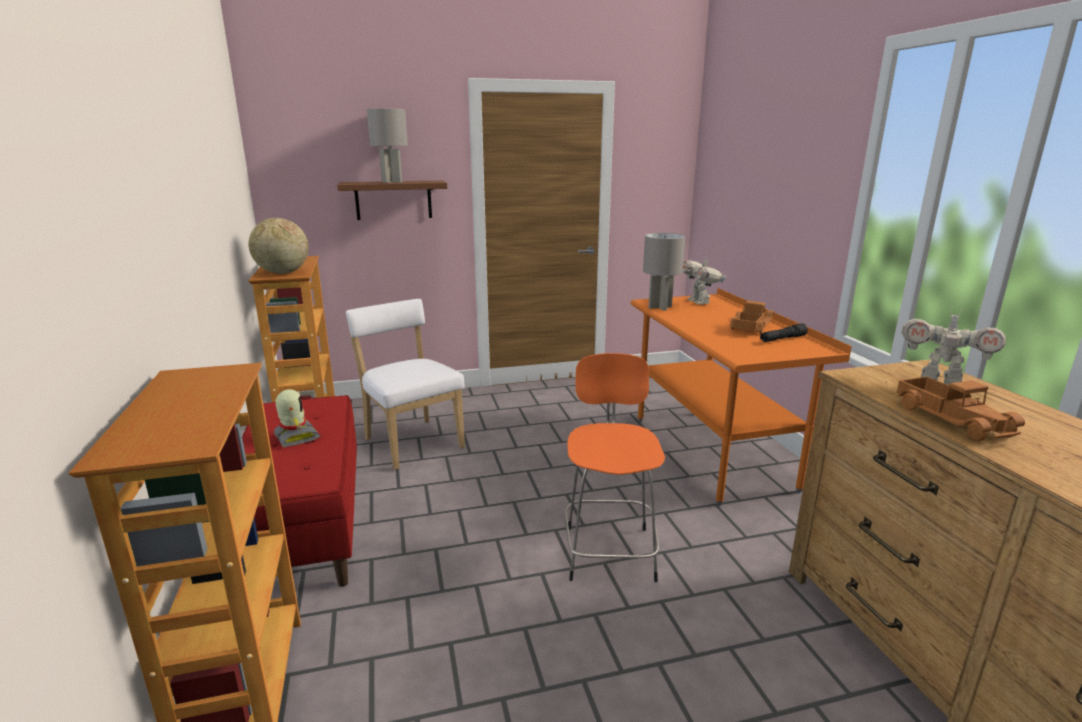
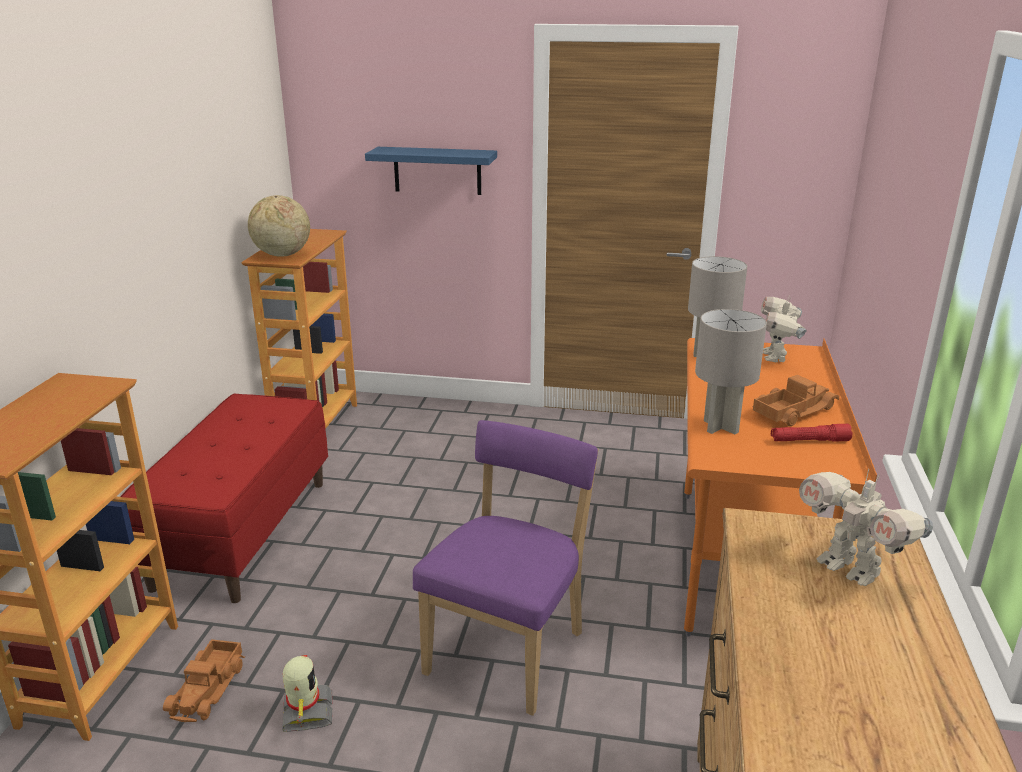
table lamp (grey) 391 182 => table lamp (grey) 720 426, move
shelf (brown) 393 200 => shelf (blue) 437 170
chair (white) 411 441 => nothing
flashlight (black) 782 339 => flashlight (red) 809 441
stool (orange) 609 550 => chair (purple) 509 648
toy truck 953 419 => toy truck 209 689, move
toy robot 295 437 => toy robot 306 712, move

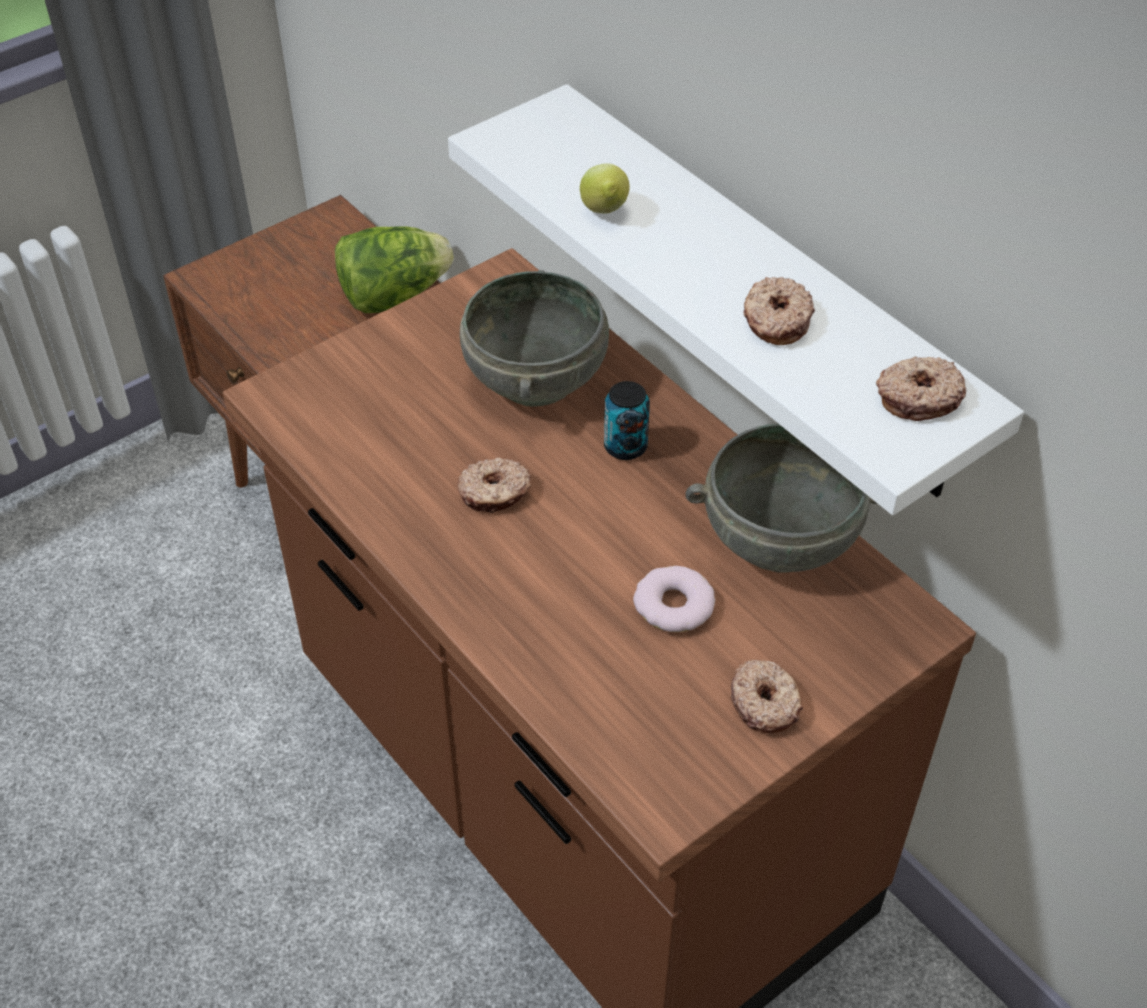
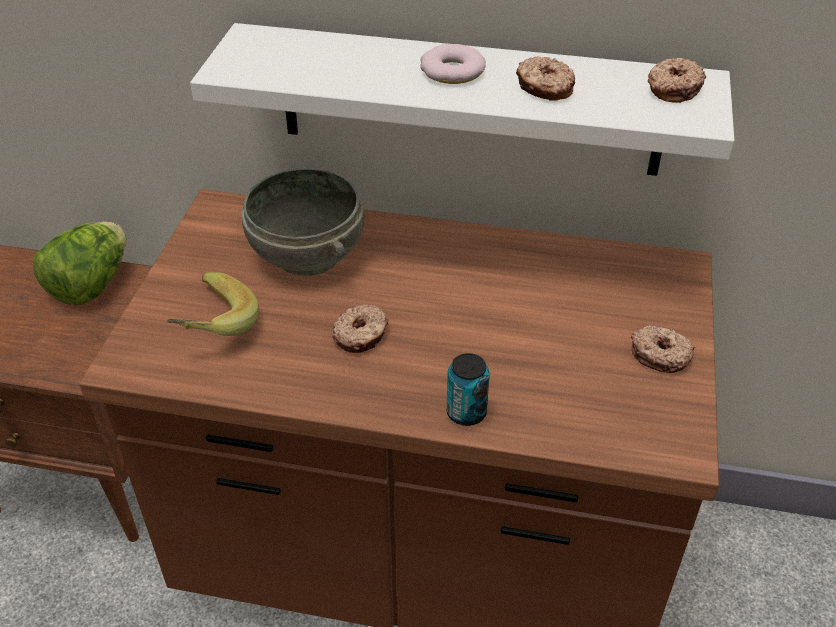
lemon 604 212 => nothing
can 625 447 => can 466 412, move
bowl (grey) 779 540 => nothing
donut 673 605 => donut 452 71, move
nothing => banana 210 325

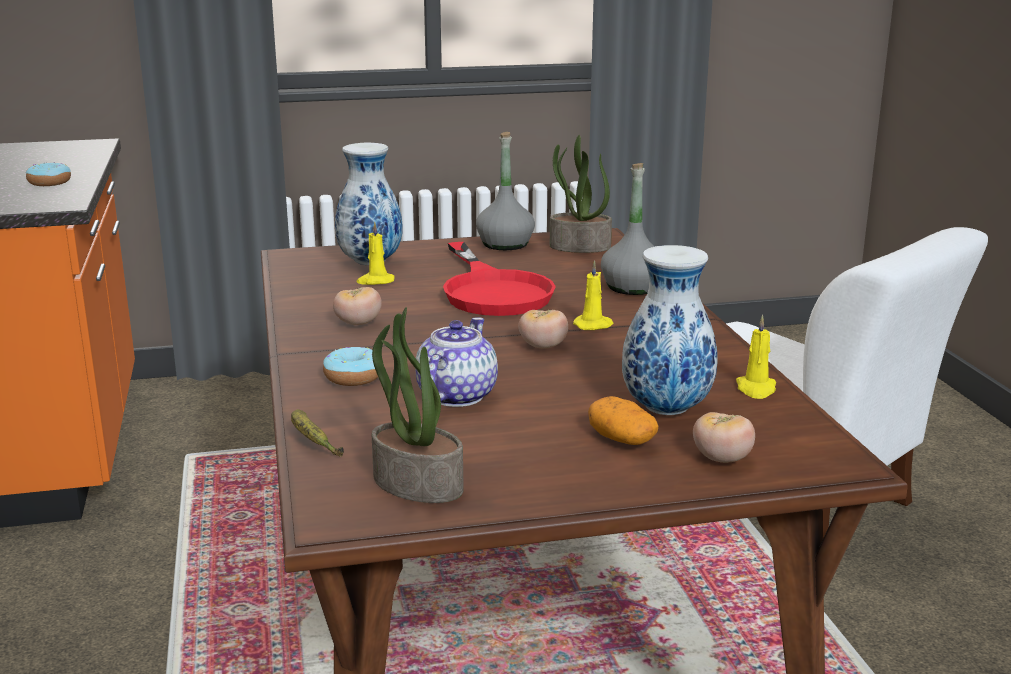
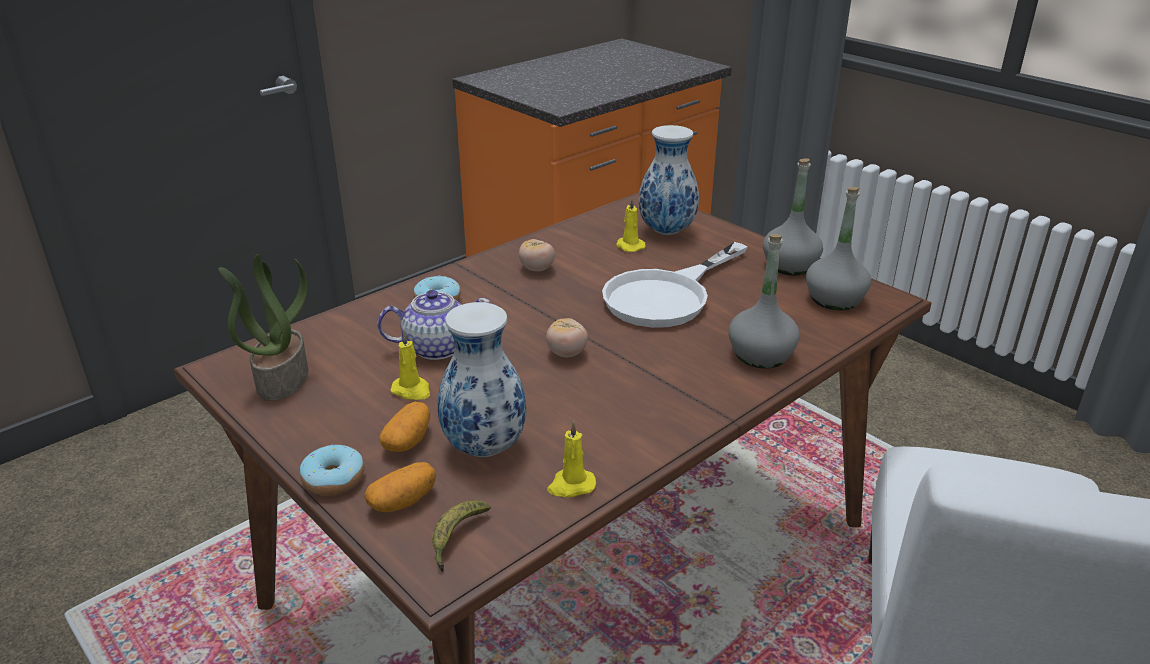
potted plant 579 247 => bottle (grey) 834 299
donut 49 182 => donut 334 479, move
frying pan (red) 493 290 => frying pan (white) 667 295
candle (yellow) 594 325 => candle (yellow) 412 391, move
banana 312 442 => banana 457 538, move
tomato 722 459 => potato 403 501

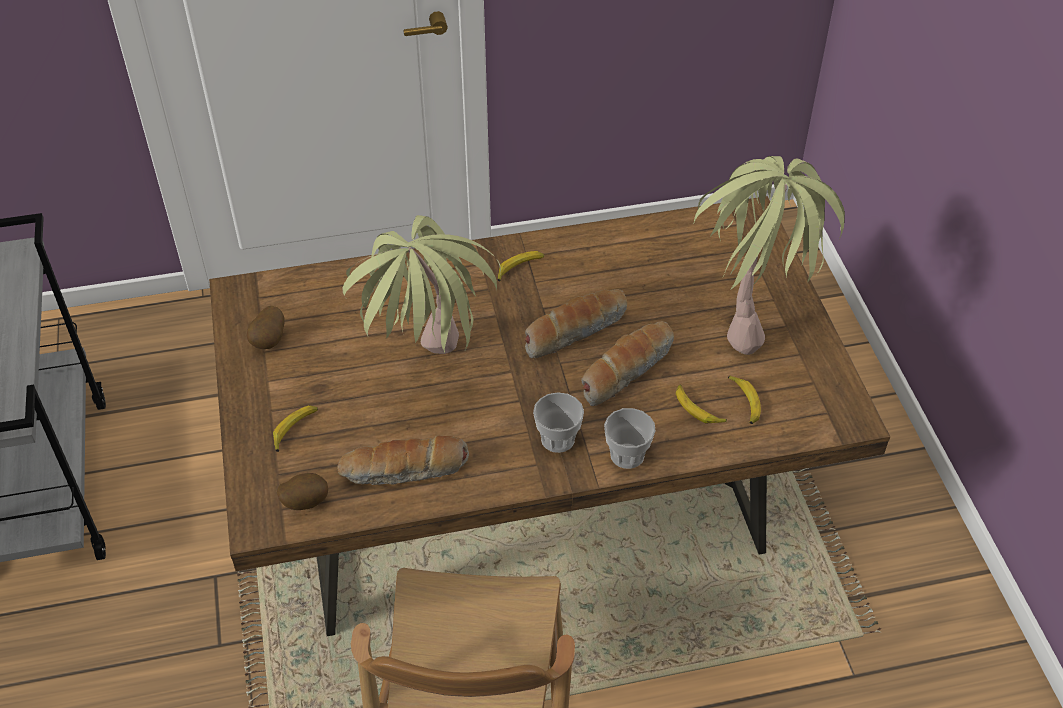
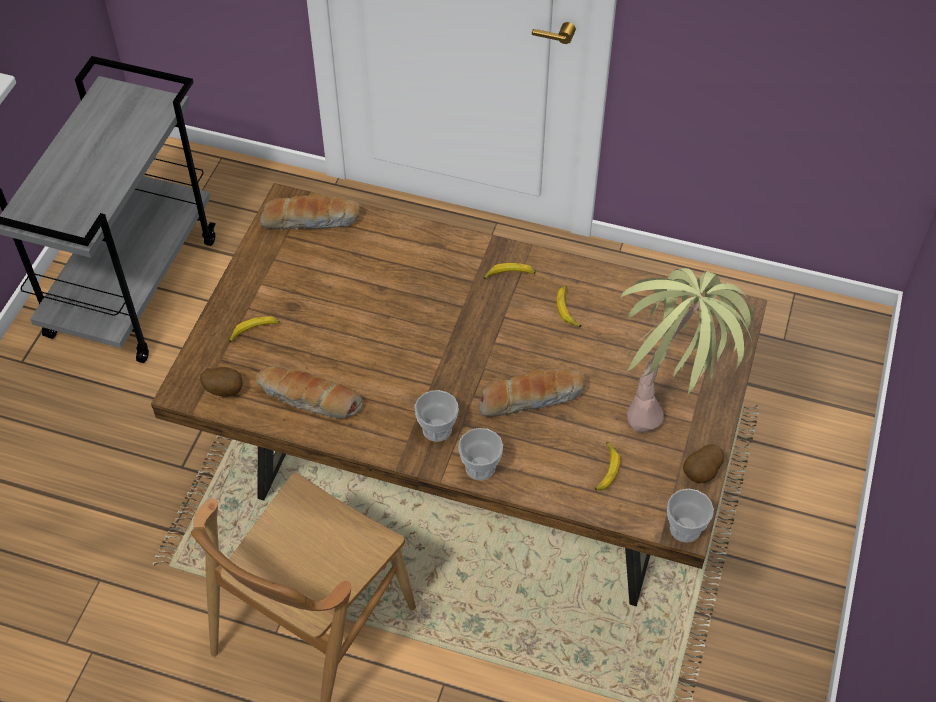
potted plant 427 377 => nothing
bread 574 330 => bread 311 220, move
potato 270 341 => potato 702 473, move
banana 698 409 => banana 568 309, move
nothing => cup 685 529

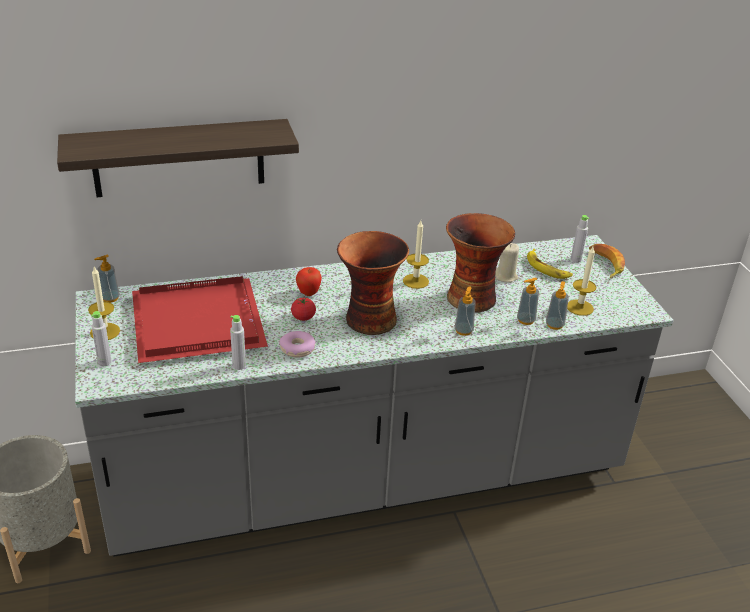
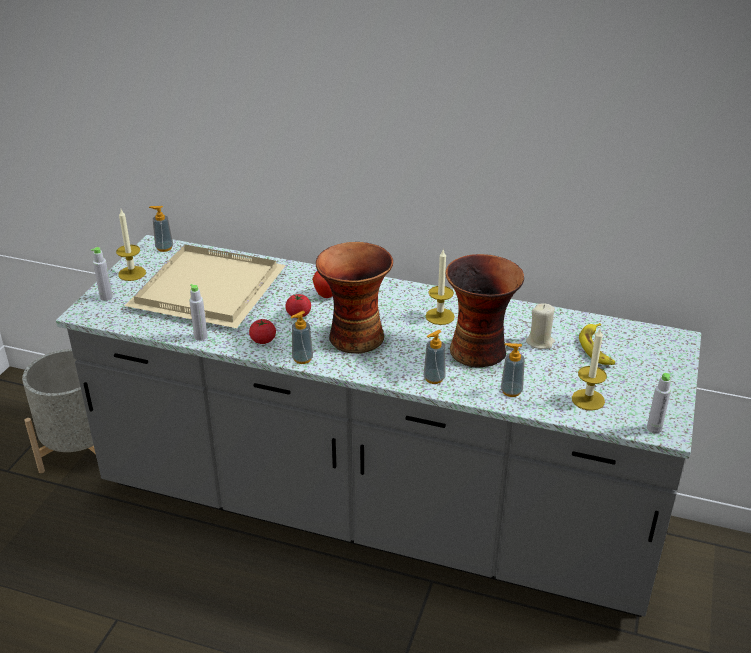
shelf 179 158 => nothing
bottle (grey) 576 259 => bottle (grey) 654 428, move
banana 605 264 => nothing
tray (red) 200 323 => tray (beige) 209 291
soap dispenser 554 325 => soap dispenser 302 359, move
donut 297 349 => tomato 263 340

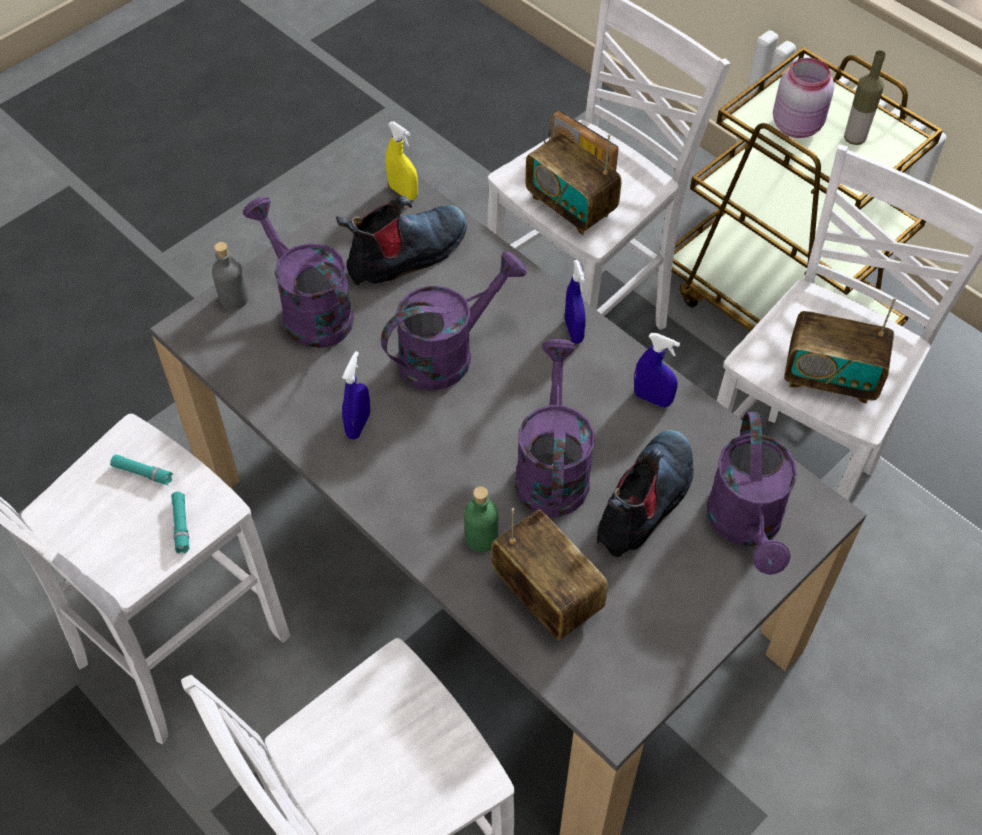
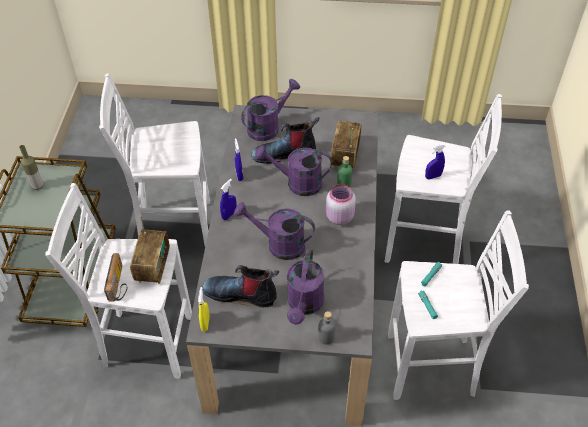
jar (pink) 798 125 => jar (pink) 338 217, move
radio 830 378 => nothing
watering can (purple) 551 468 => watering can (purple) 297 183, 45 degrees clockwise
spray bottle (blue) 358 425 => spray bottle (blue) 433 176, move

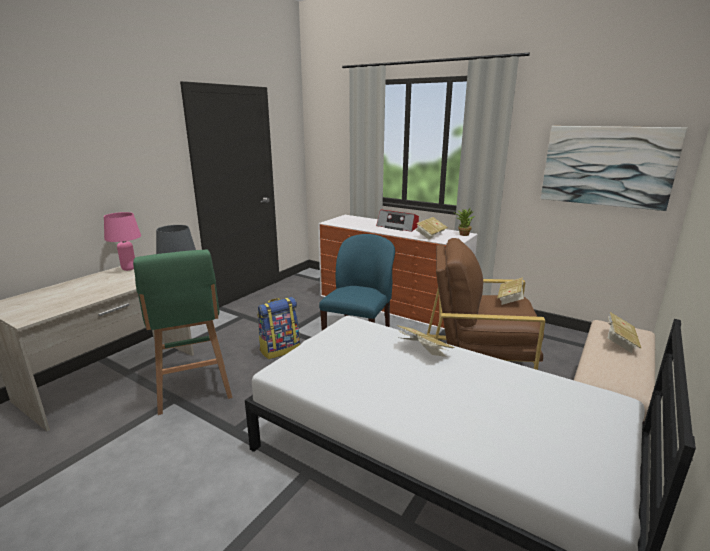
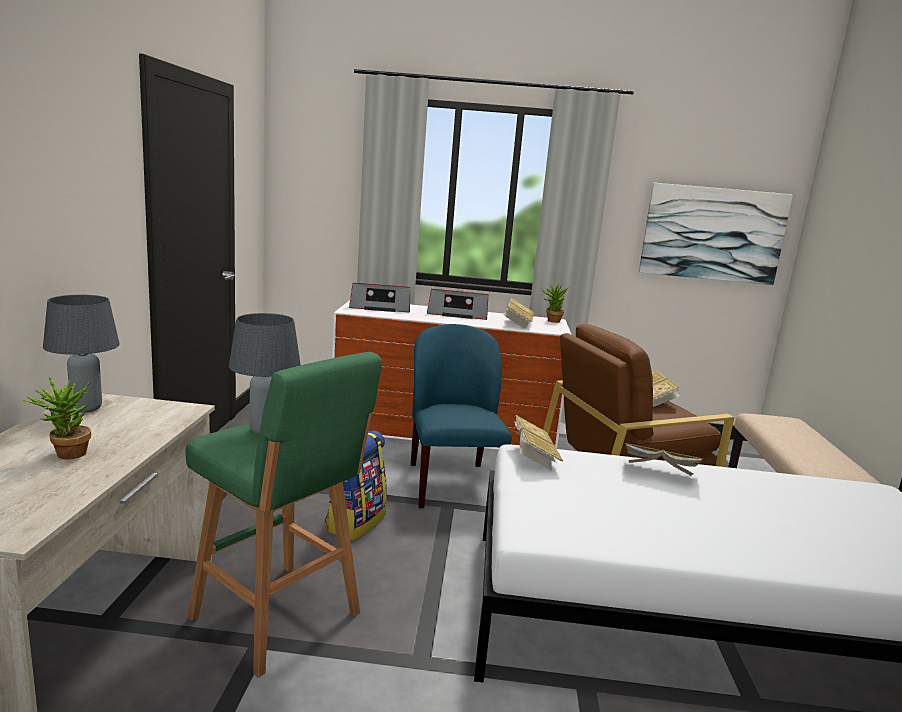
table lamp (pink) 129 268 => table lamp (grey) 86 408
book 619 342 => book 533 457, move
nothing => radio 380 308
nothing => potted plant 65 455

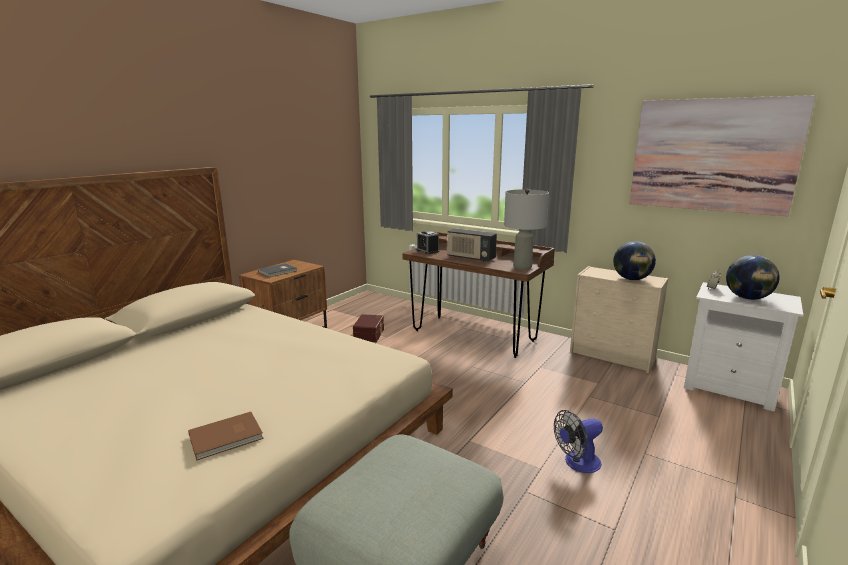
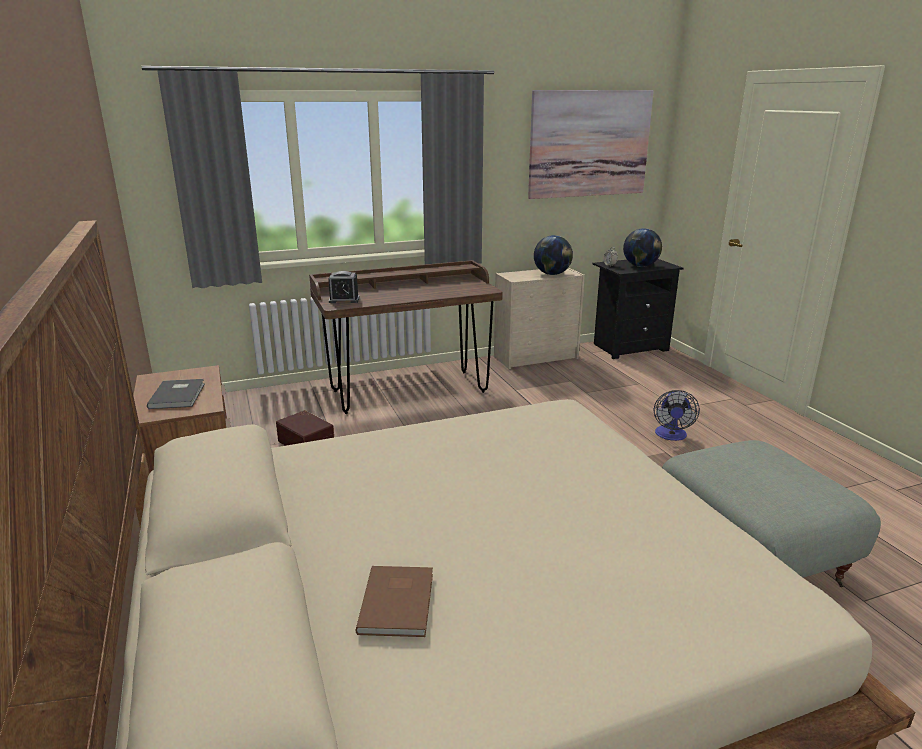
table lamp (grey) 522 267 => nothing
radio 470 258 => nothing
nightstand (white) 729 388 => nightstand (black) 628 347
book (brown) 227 437 => book (brown) 399 602, move

